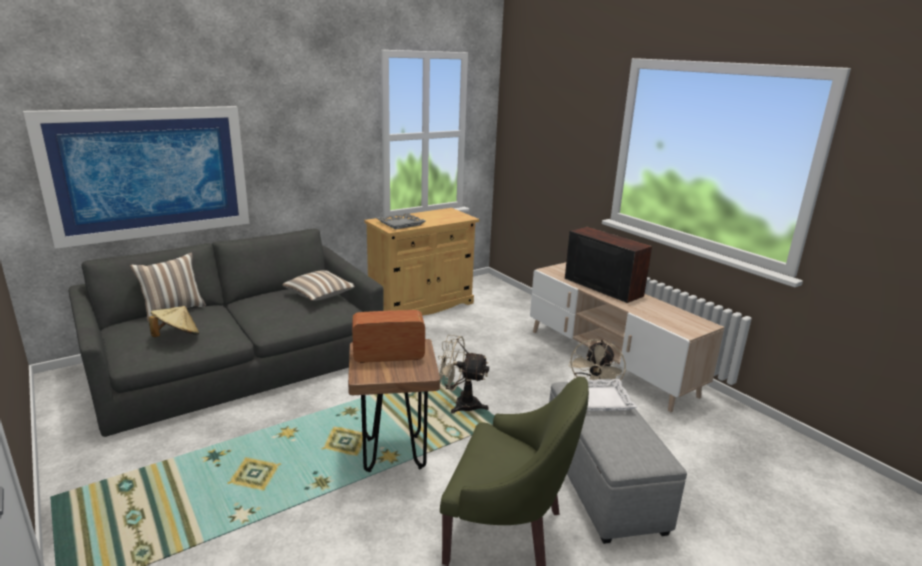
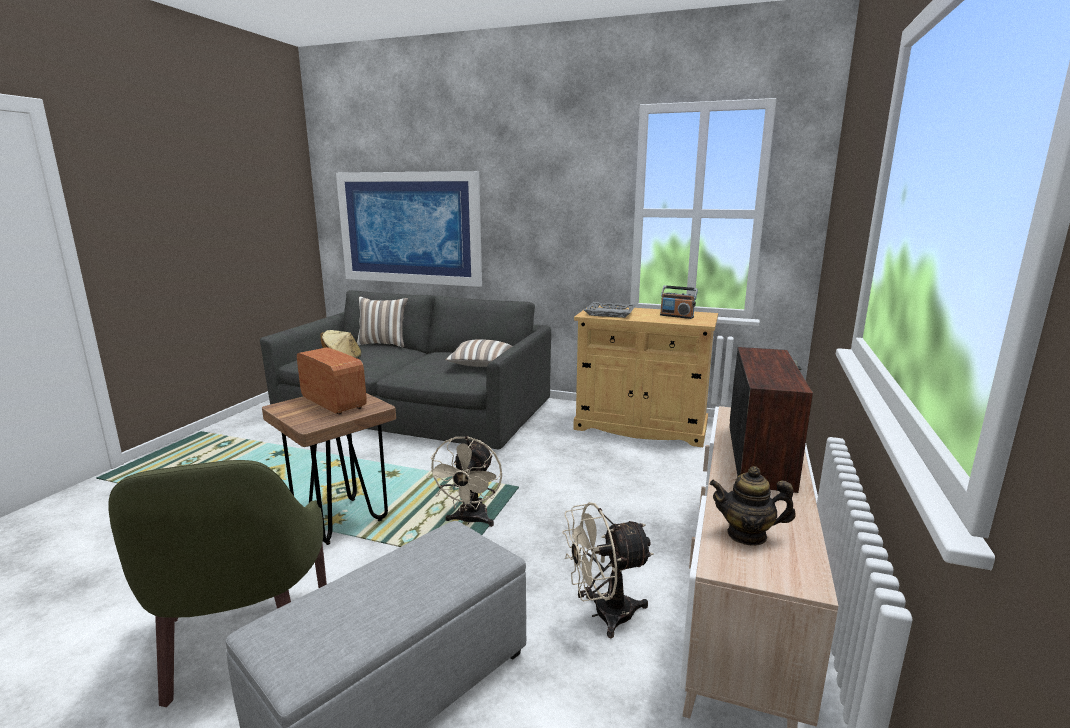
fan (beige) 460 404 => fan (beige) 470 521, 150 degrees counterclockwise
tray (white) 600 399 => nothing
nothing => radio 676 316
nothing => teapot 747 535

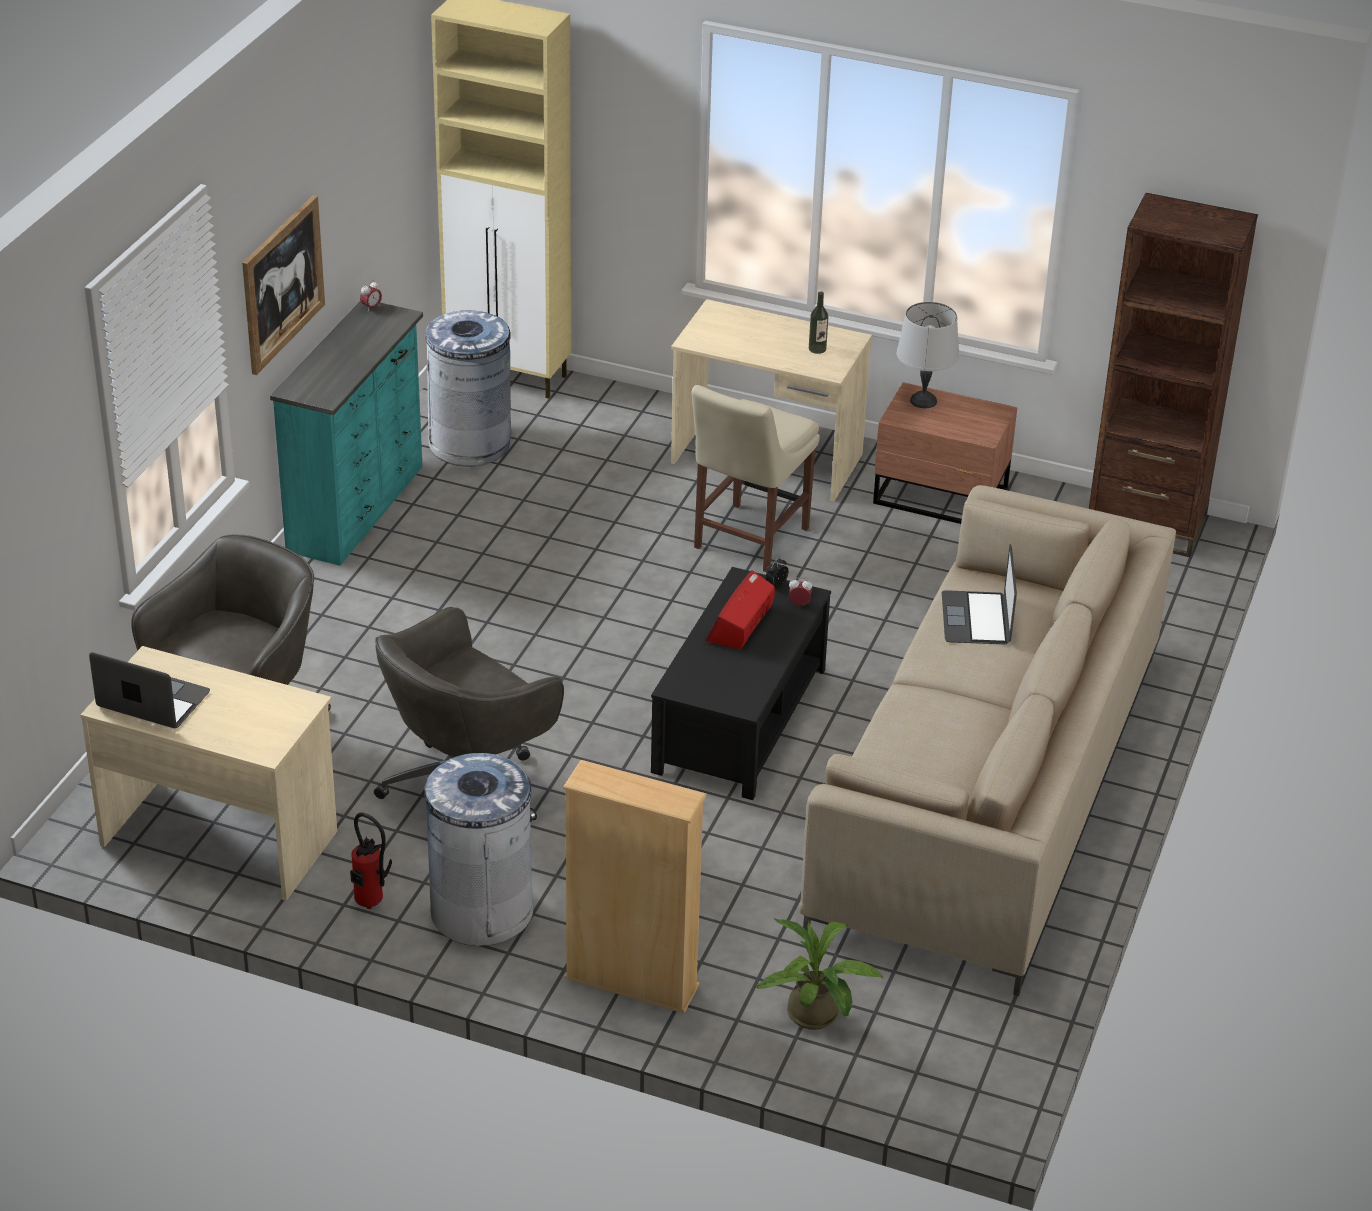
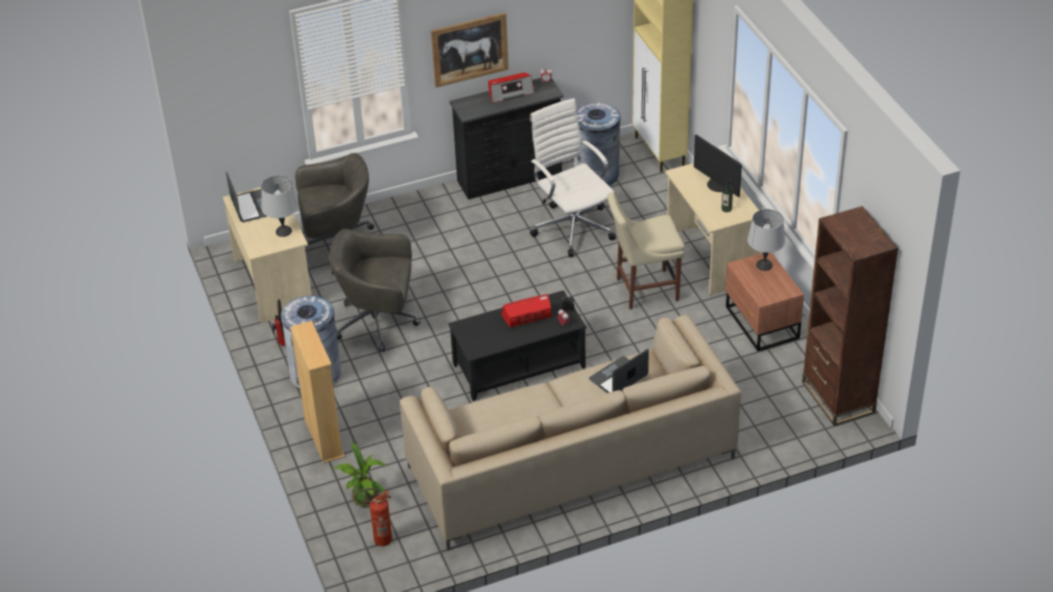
dresser (turquoise) 358 508 => dresser (black) 510 178
nothing => radio 510 92
nothing => office chair (white) 572 227
nothing => monitor 718 185
nothing => table lamp (grey) 284 231
nothing => fire extinguisher 378 541

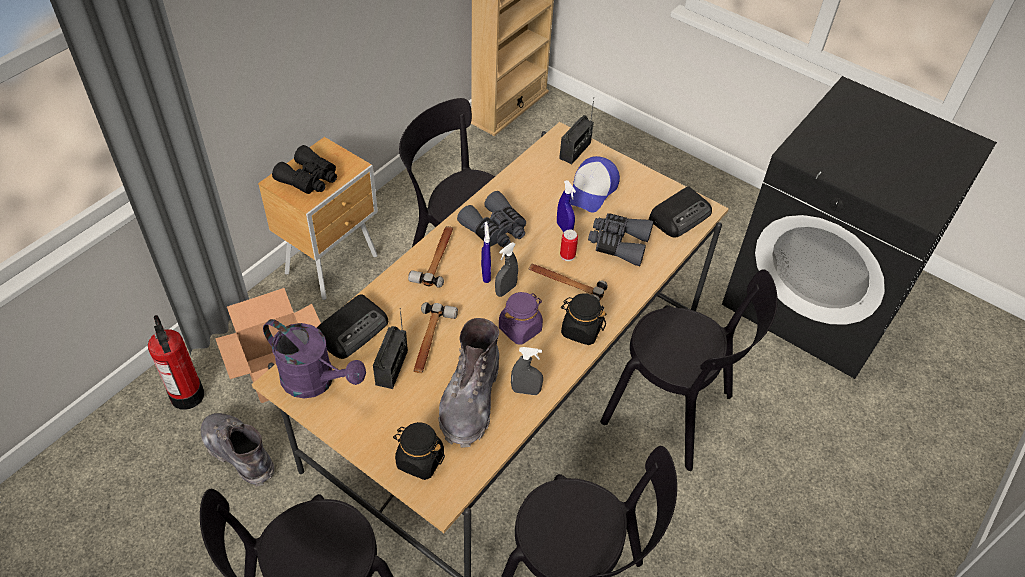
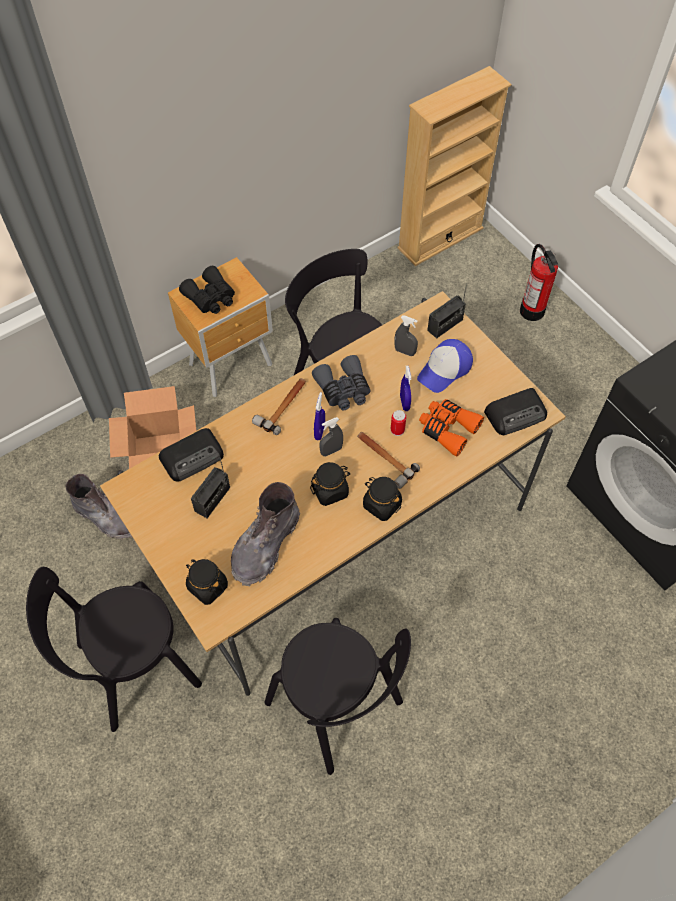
binoculars (grey) 618 243 => binoculars (orange) 447 429
chair (black) 673 412 => nothing
jar (purple) 520 329 => jar (black) 330 490
hammer 430 341 => nothing
fire extinguisher 187 395 => fire extinguisher 532 310, move
watering can (purple) 316 381 => nothing
spray bottle (grey) 525 391 => spray bottle (grey) 404 351, move
boot (grey) 239 453 => boot (grey) 108 517, 150 degrees clockwise

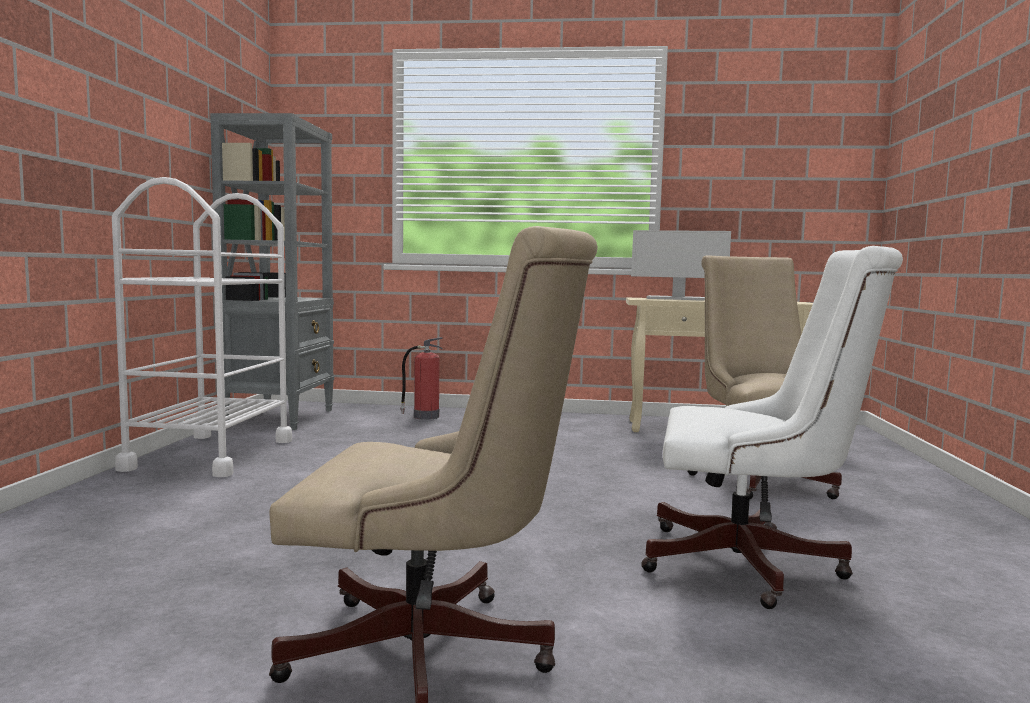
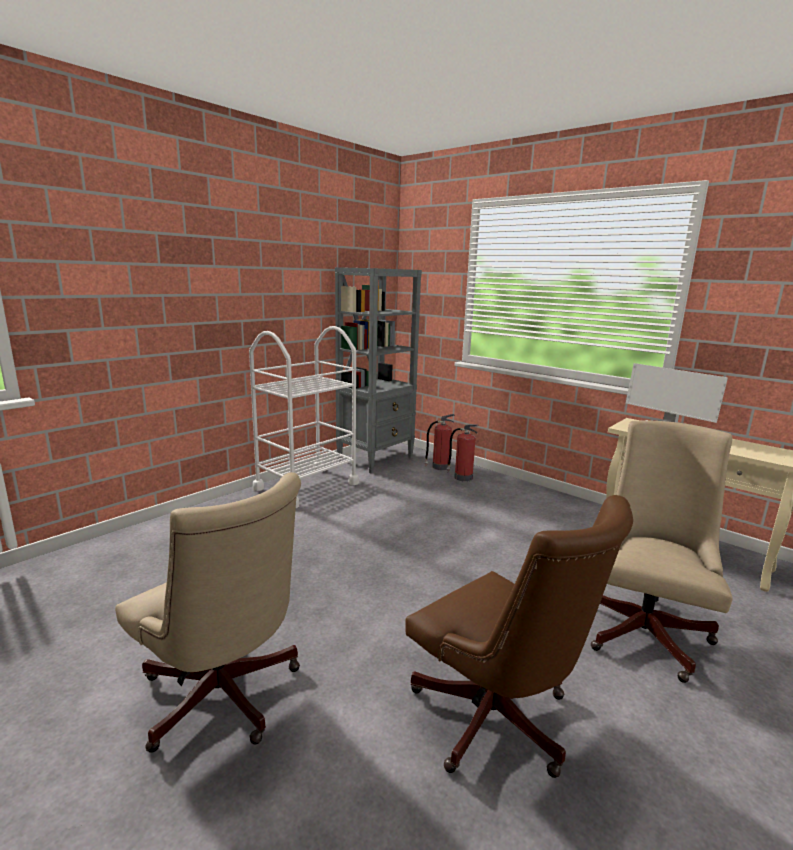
office chair (white) 753 565 => office chair (brown) 498 723
nothing => fire extinguisher 440 467

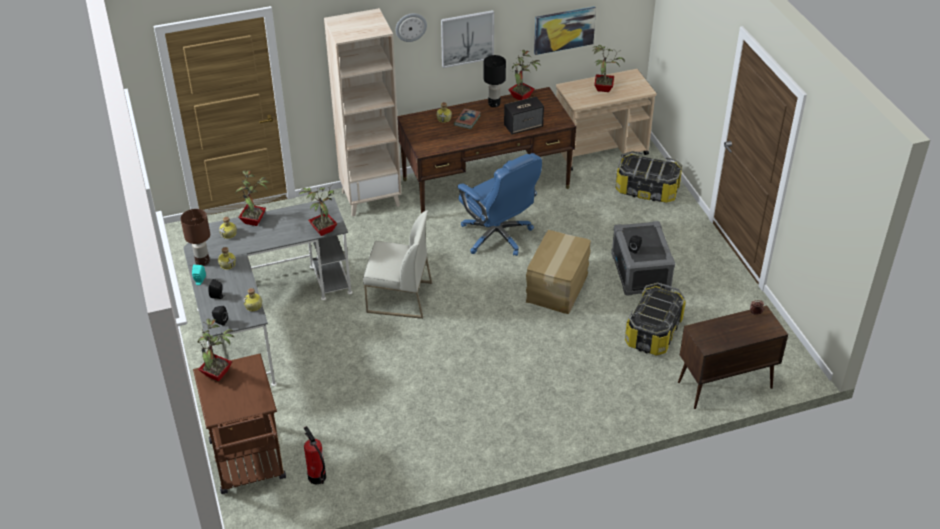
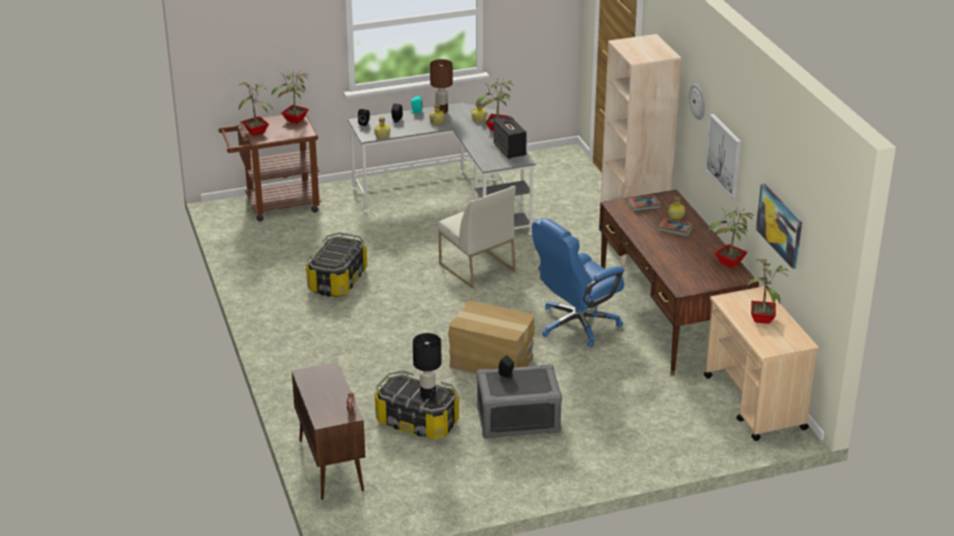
table lamp (black) 494 104 => table lamp (black) 427 394, move
speaker 523 126 => speaker 510 150, move
storage box 647 190 => storage box 338 281, move
potted plant 323 230 => potted plant 257 132, move
chair (white) 399 298 => chair (white) 476 267, 45 degrees counterclockwise
fire extinguisher 317 477 => nothing
nothing => book 643 205

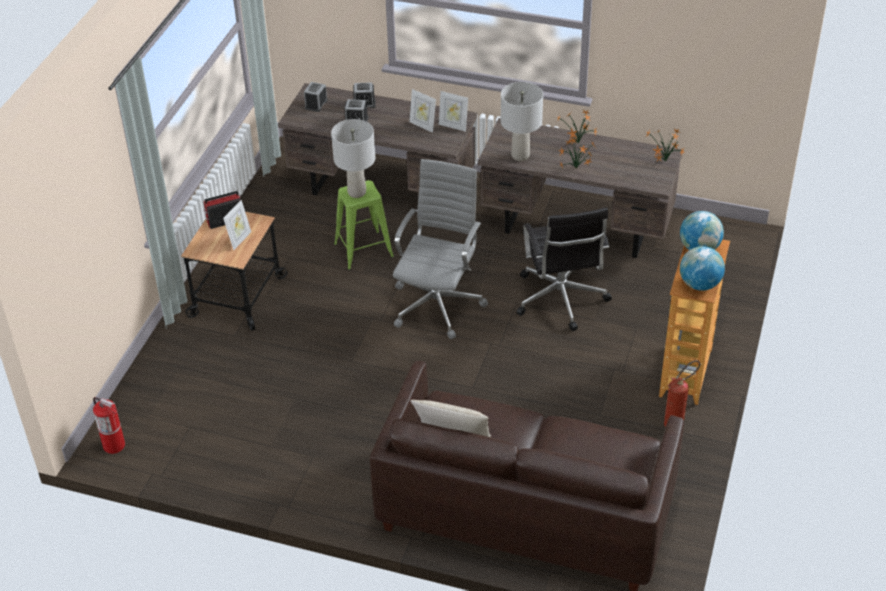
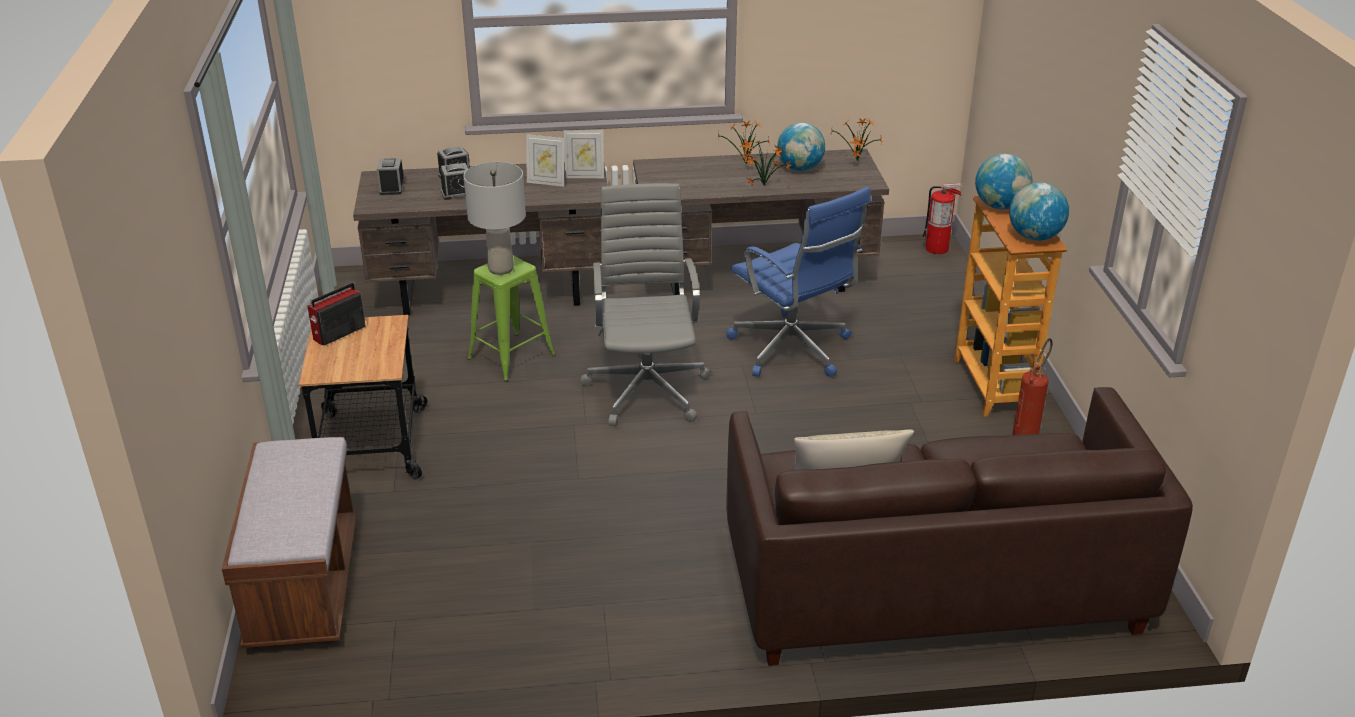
table lamp (grey) 520 155 => nothing
picture frame 239 240 => nothing
office chair (black) 560 300 => office chair (blue) 792 350
fire extinguisher 114 445 => fire extinguisher 937 248, move
nothing => globe 800 168
nothing => bench (brown) 304 585

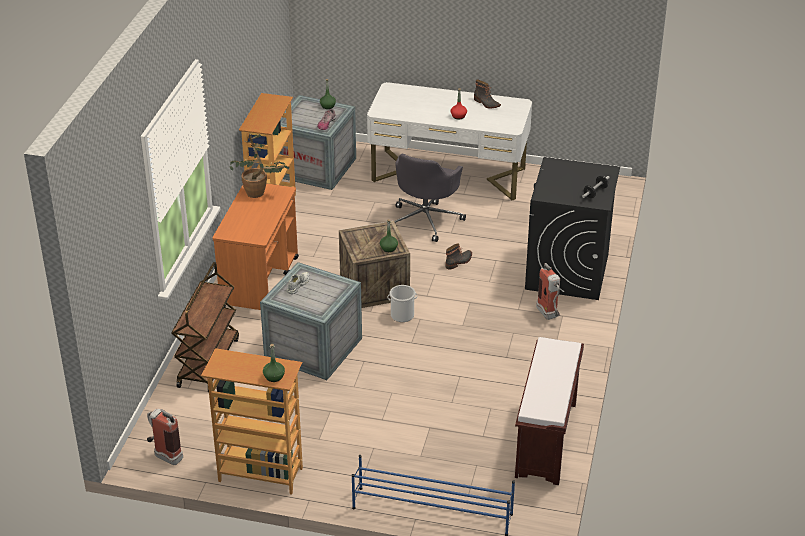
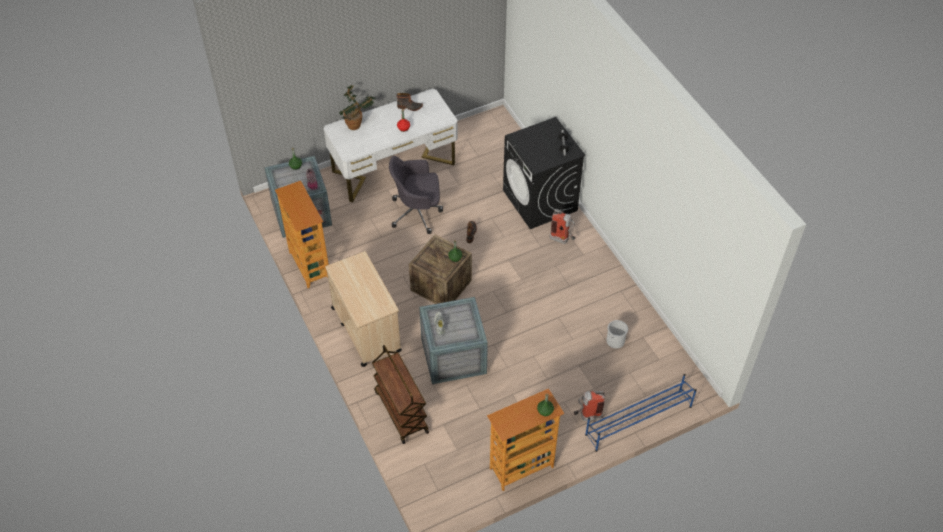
potted plant 259 194 => potted plant 357 125, move
office chair (grey) 426 219 => office chair (grey) 417 212, 105 degrees clockwise
cart (orange) 260 282 => cart (beige) 366 329
bucket 402 315 => bucket 615 341, move
bench (brown) 546 441 => nothing
fire extinguisher 164 455 => fire extinguisher 587 416, move

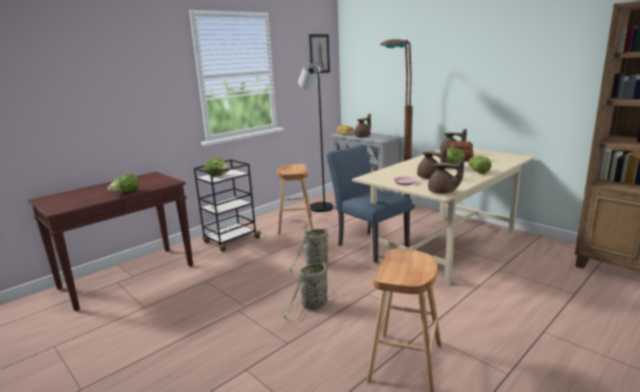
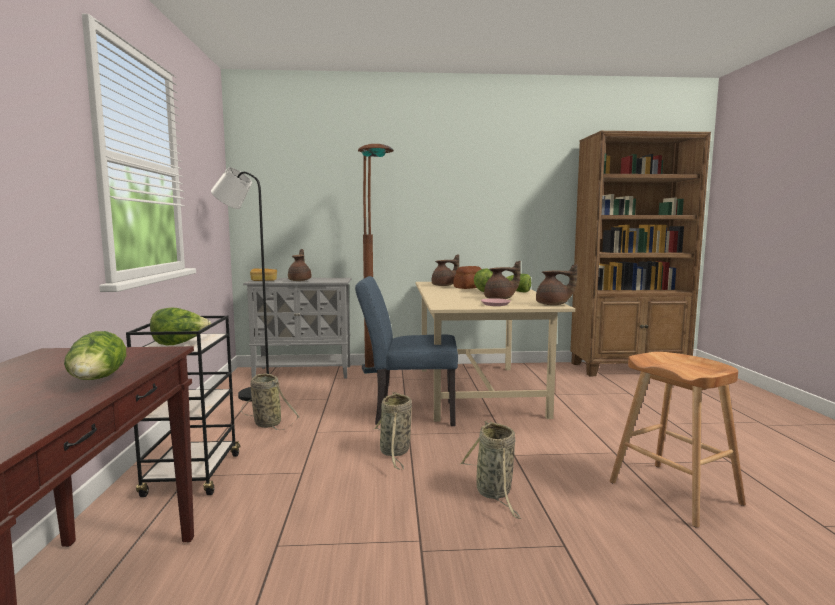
picture 319 54 => nothing
teapot (brown) 443 192 => teapot (brown) 553 305, 45 degrees clockwise
stool (brown) 295 225 => basket 266 423

